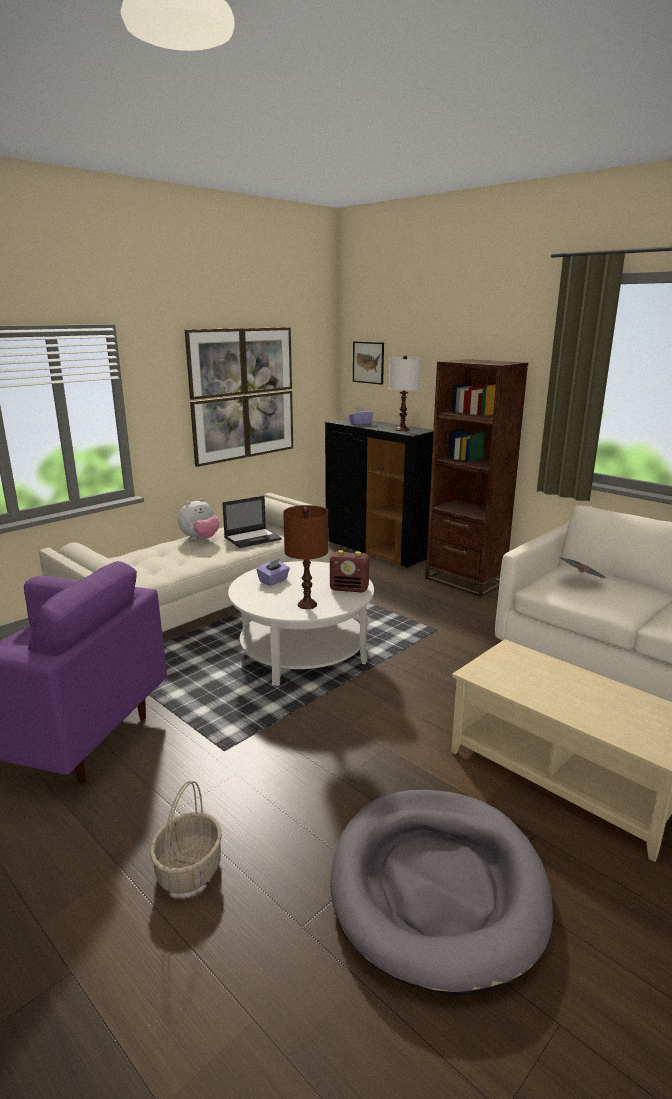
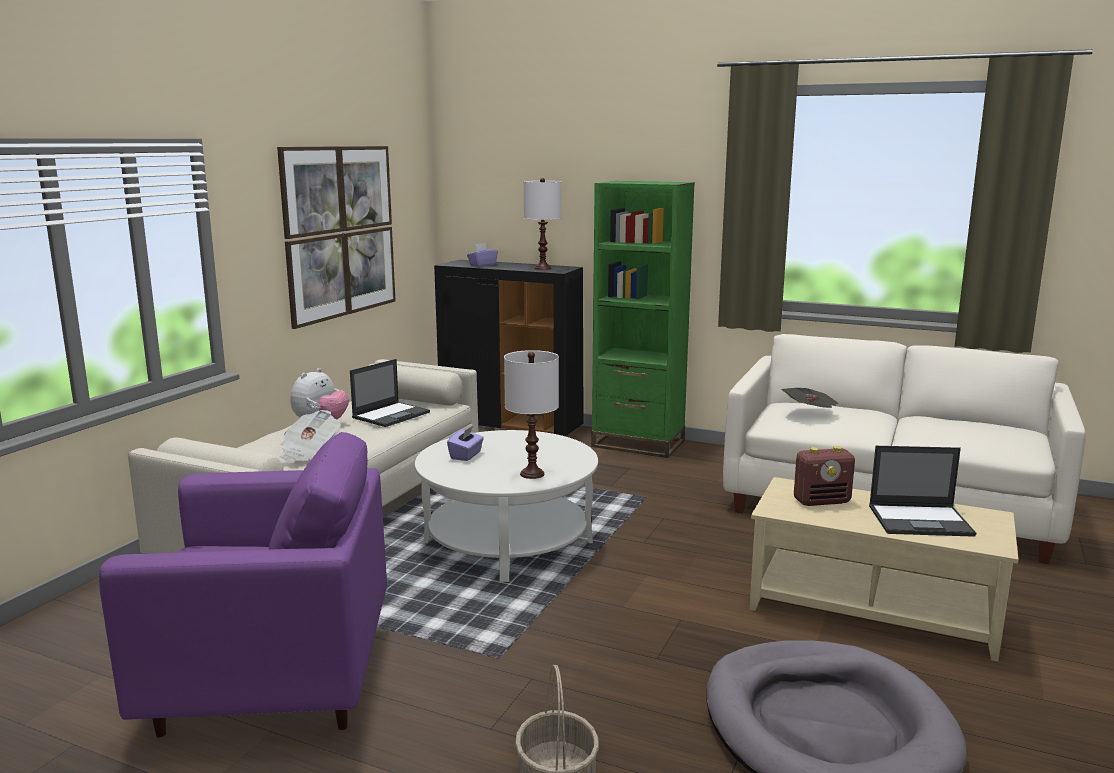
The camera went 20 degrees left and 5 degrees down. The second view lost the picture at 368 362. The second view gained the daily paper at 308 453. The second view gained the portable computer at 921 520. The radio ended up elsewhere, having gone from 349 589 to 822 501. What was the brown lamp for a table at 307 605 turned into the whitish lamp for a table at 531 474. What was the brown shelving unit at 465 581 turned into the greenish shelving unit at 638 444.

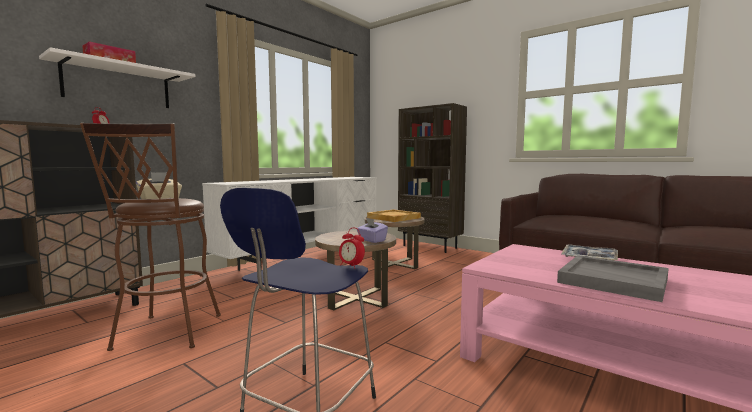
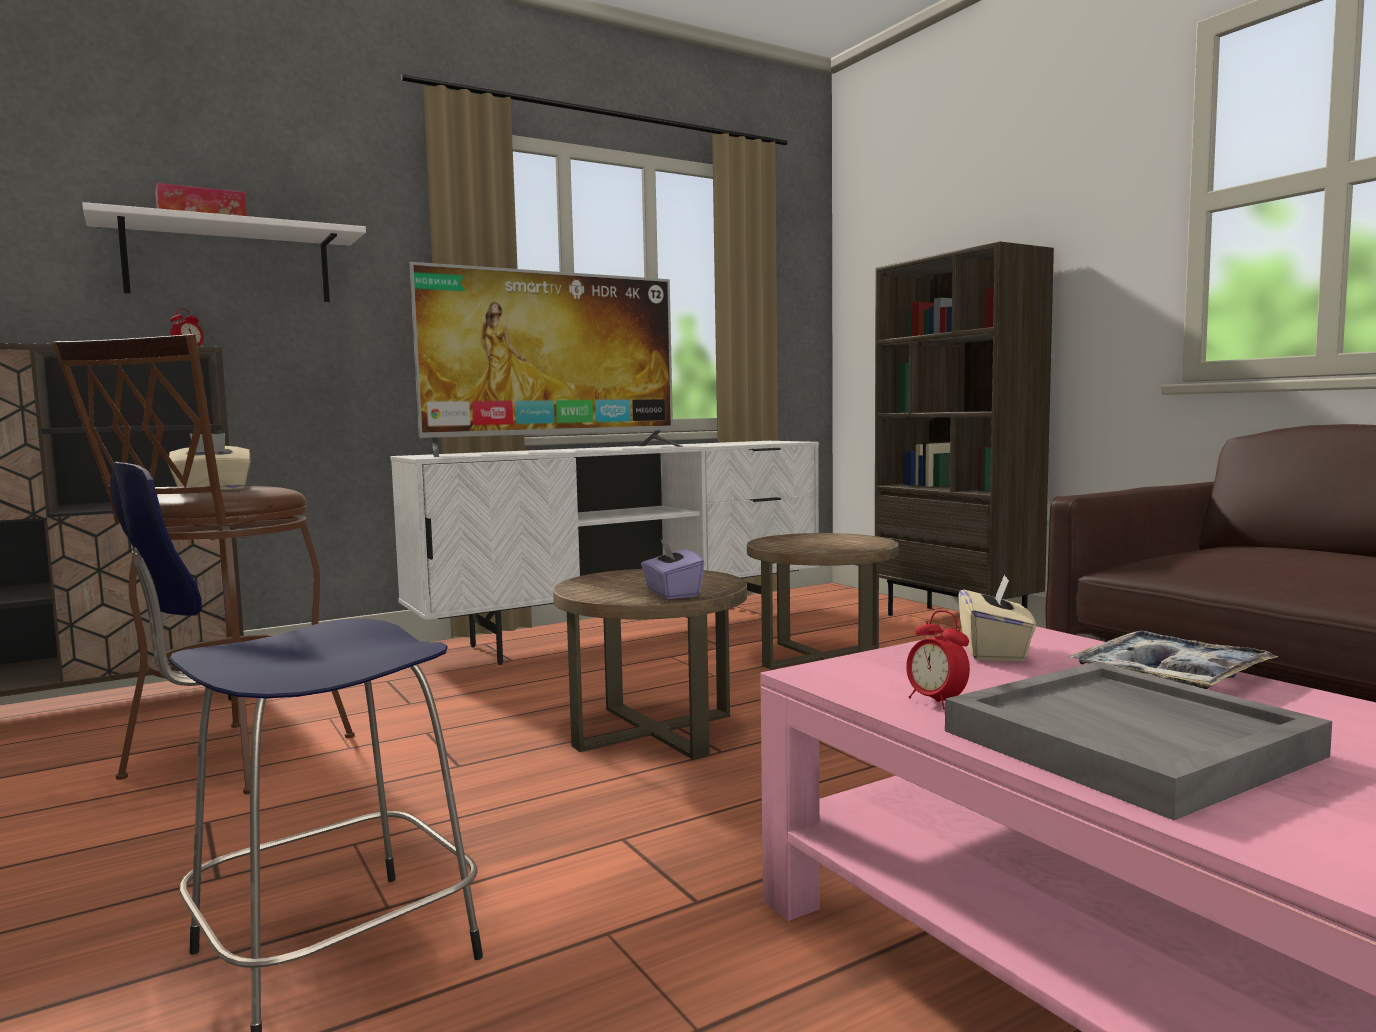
The camera went 20 degrees right and 0 degrees up. The second view lost the beige tray at 393 218. The second view gained the television at 555 450. The second view gained the beige tissue holder at 994 651. The alarm clock ended up elsewhere, having gone from 351 266 to 936 702.

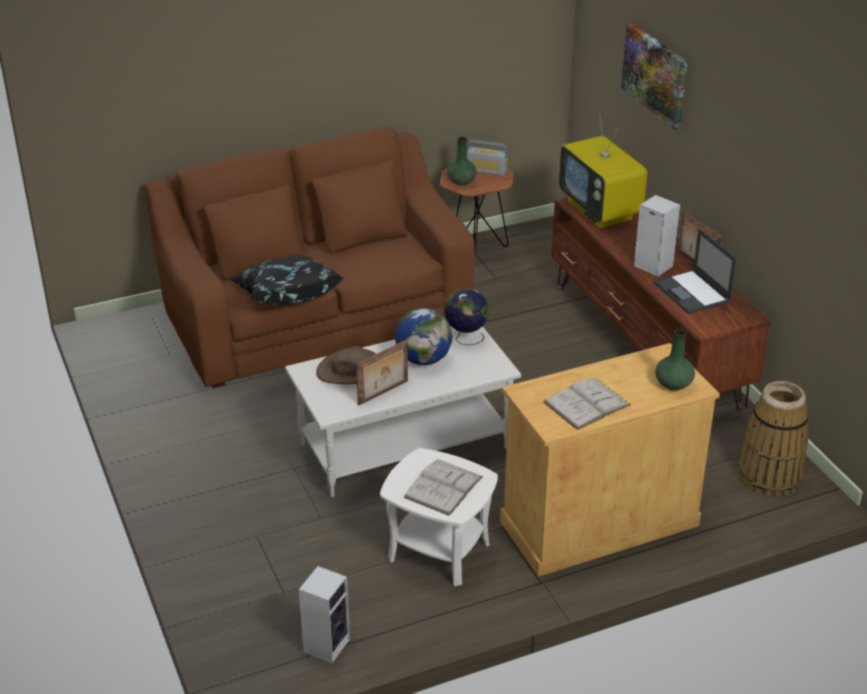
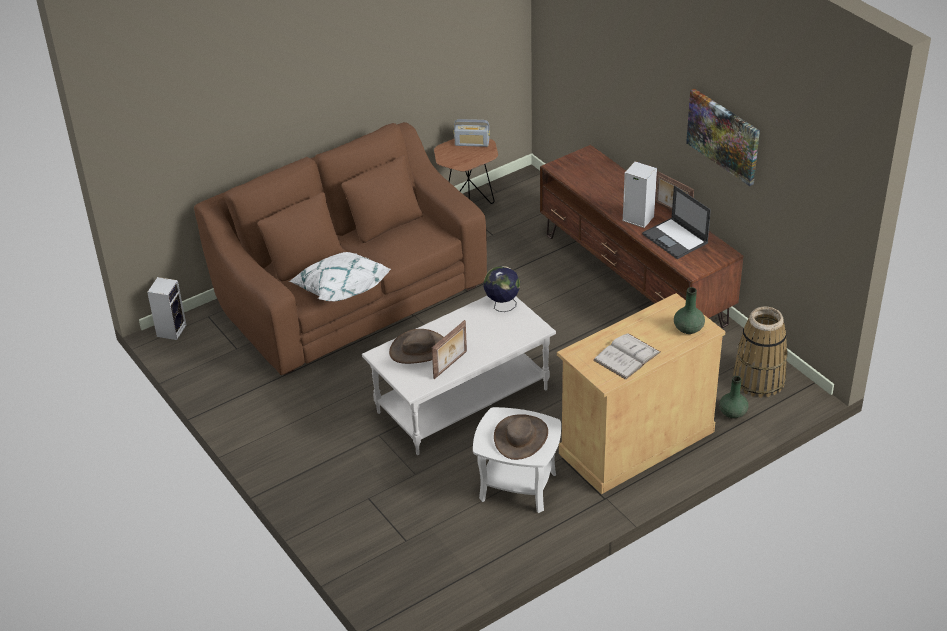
The camera went 10 degrees left and 5 degrees up. The second view lost the world globe at 423 359. The second view lost the television at 600 211. The audio speaker ended up elsewhere, having gone from 326 644 to 171 330. The greenish vase ended up elsewhere, having gone from 461 181 to 732 412. The picture ended up elsewhere, having gone from 655 74 to 724 136. Where the whitish bound book stood at 443 487, the brown wearable hat came to stand at 521 437. What was the blackish pillow at 287 296 turned into the whitish pillow at 340 289.

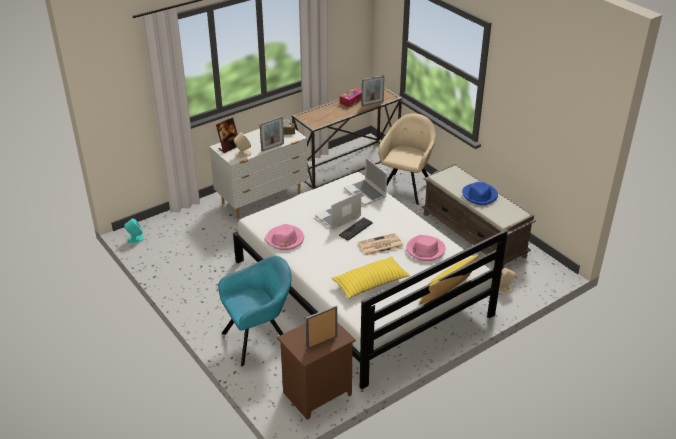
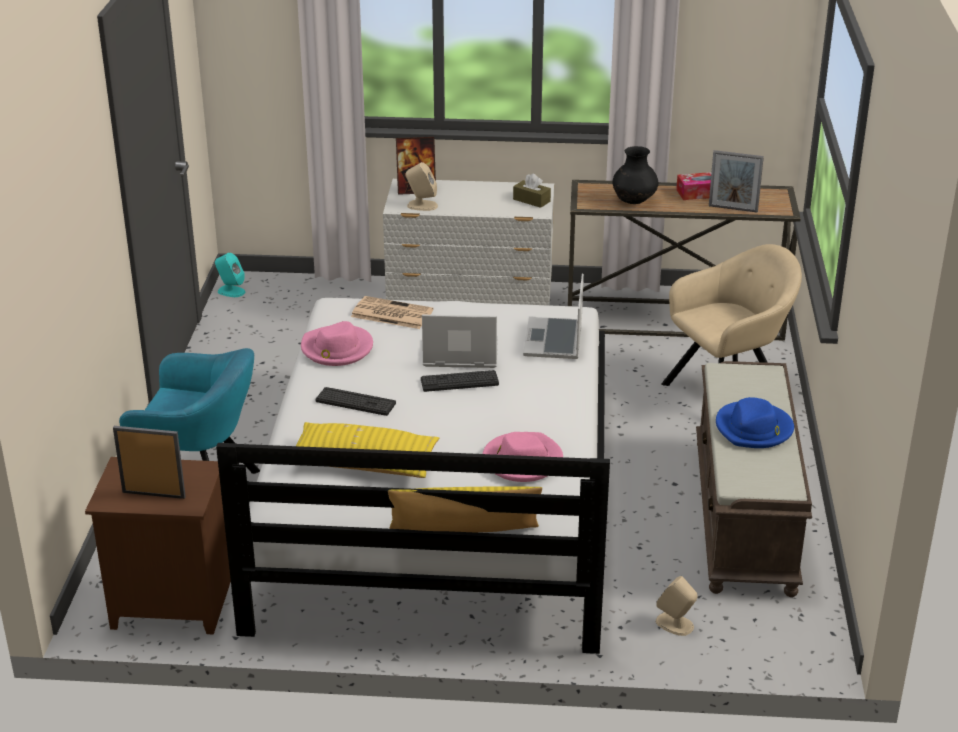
The camera went 40 degrees right and 5 degrees down. The second view lost the standing frame at 272 147. The second view gained the computer keyboard at 355 402. The second view gained the blackish vase at 634 201. The daily paper ended up elsewhere, having gone from 380 245 to 390 314.

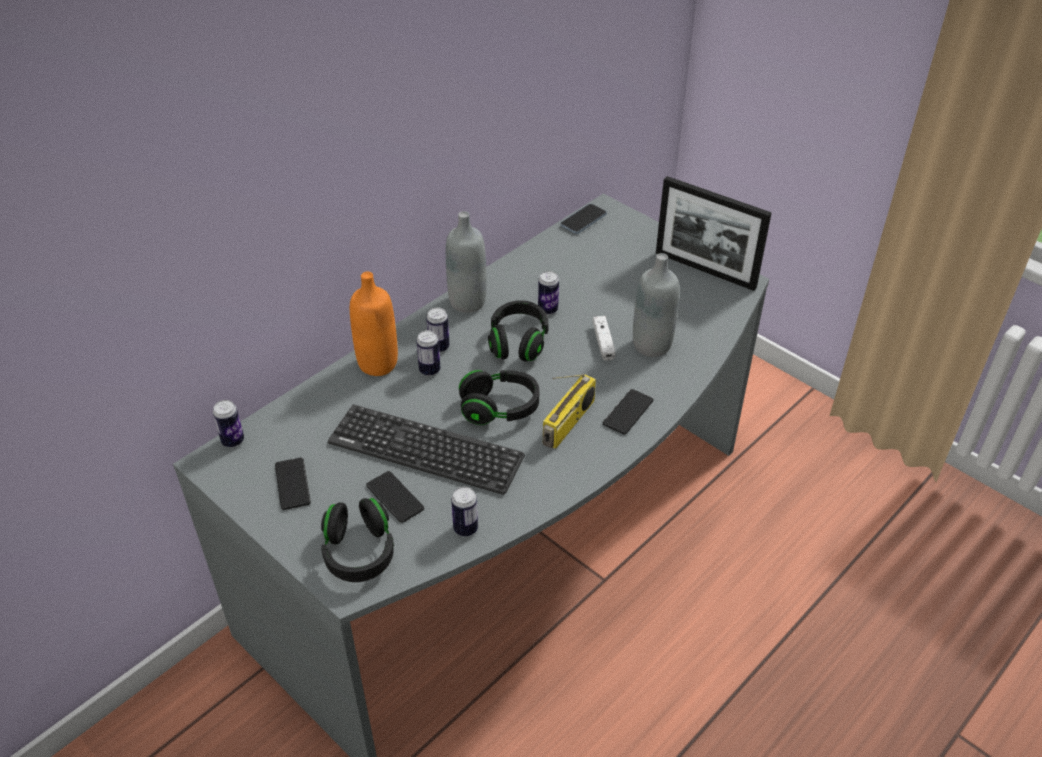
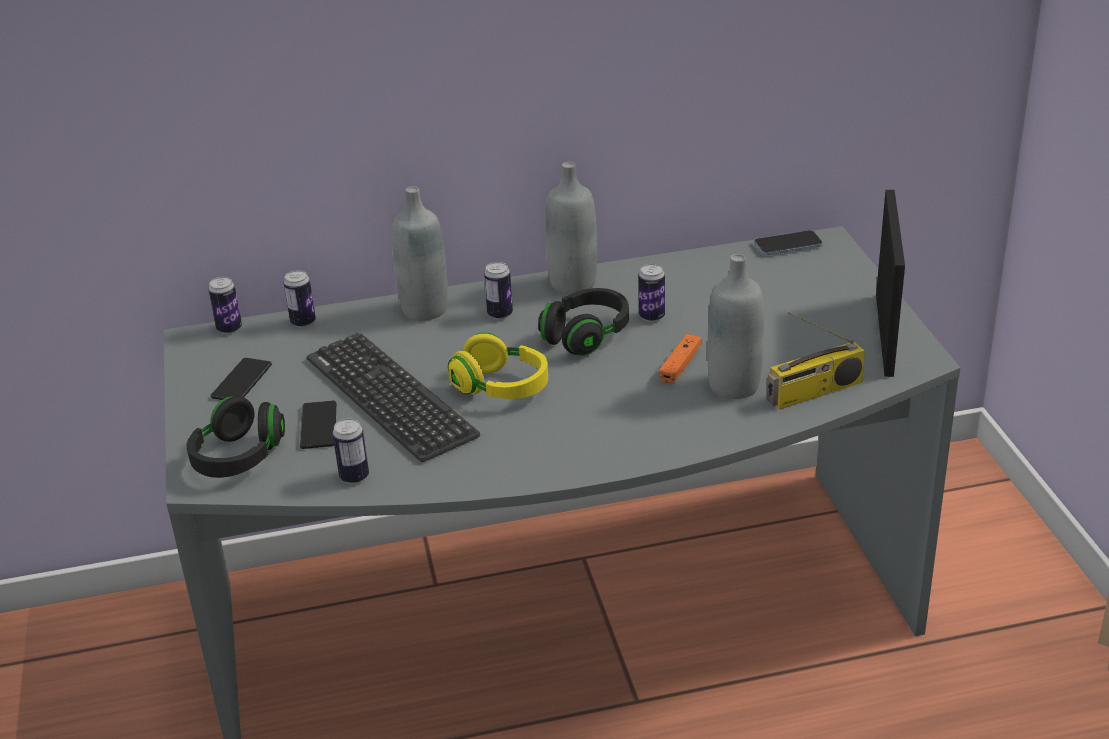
The camera went 35 degrees right and 10 degrees down. The second view lost the handset at 628 412. The can ended up elsewhere, having gone from 429 370 to 303 322. The radio ended up elsewhere, having gone from 569 423 to 814 392. What was the orange-coloured bottle at 378 364 turned into the grey bottle at 425 309. What was the blackish headset at 499 409 turned into the yellowish headset at 501 388. What was the whitish gamepad at 603 342 turned into the orange-coloured gamepad at 680 365. The standing frame at 705 270 ended up facing another way, 150 degrees counterclockwise from before.

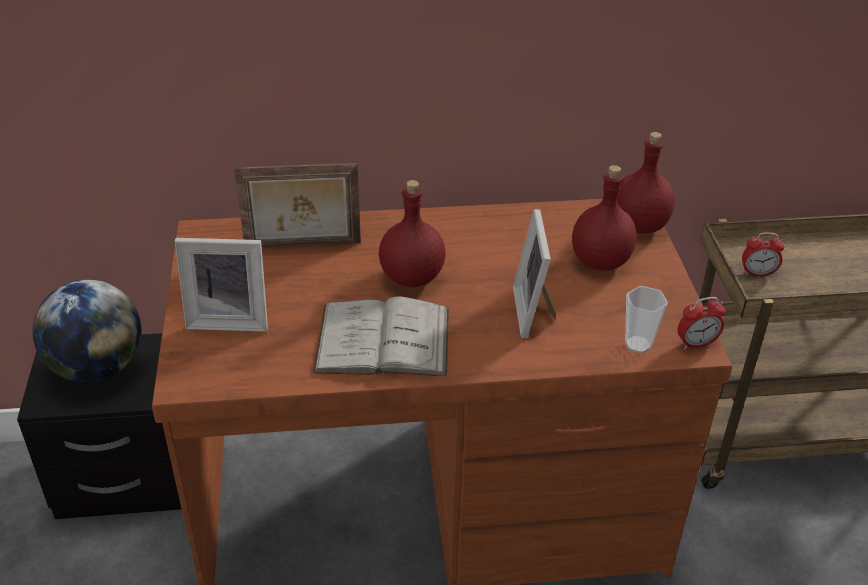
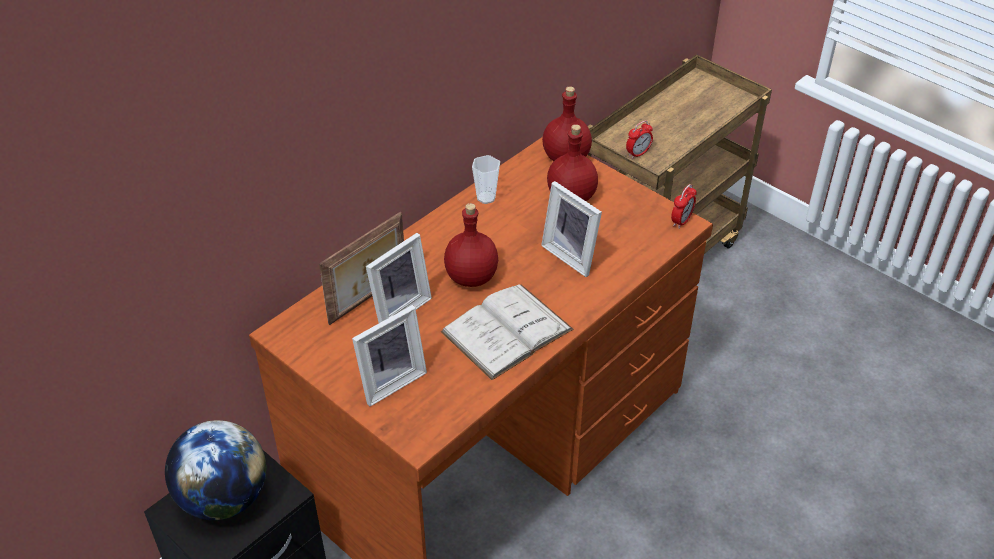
The camera went 40 degrees left and 5 degrees up. The second view gained the standing frame at 398 308. The small cup ended up elsewhere, having gone from 638 345 to 486 198.

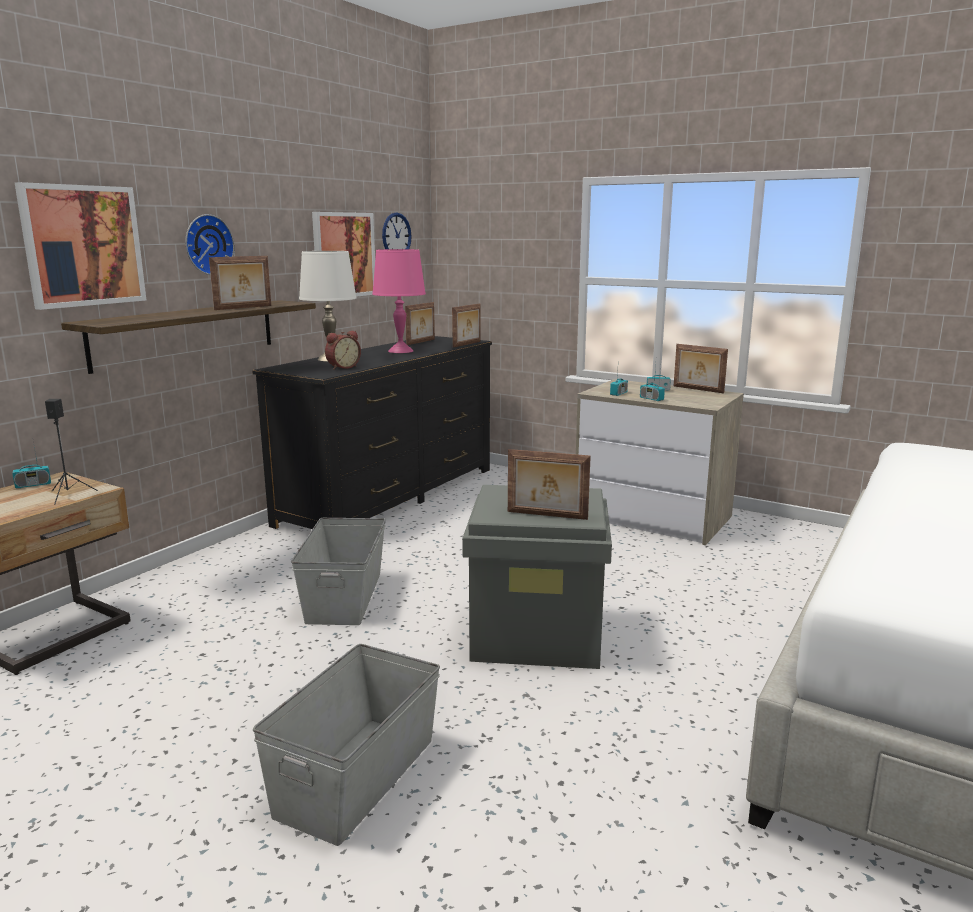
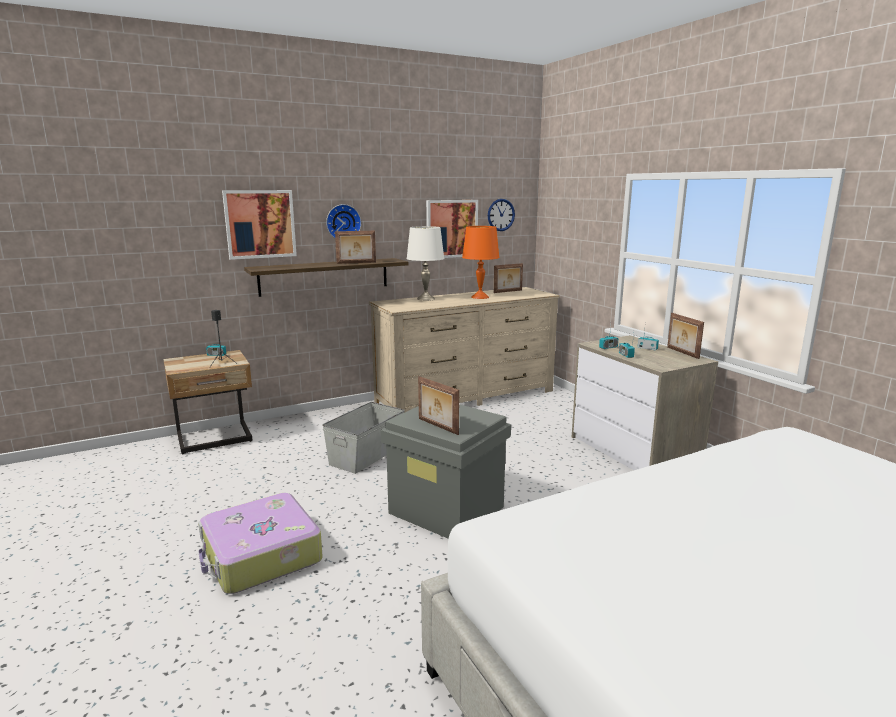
The camera went 30 degrees right and 0 degrees up. The second view lost the alarm clock at 342 367. The second view lost the standing frame at 467 344. Where the grey storage box stood at 358 776, the suitcase came to stand at 260 556. What was the blackish dresser at 391 495 turned into the beige dresser at 466 396. What was the pink lamp for a table at 401 351 turned into the orange-coloured lamp for a table at 480 297.

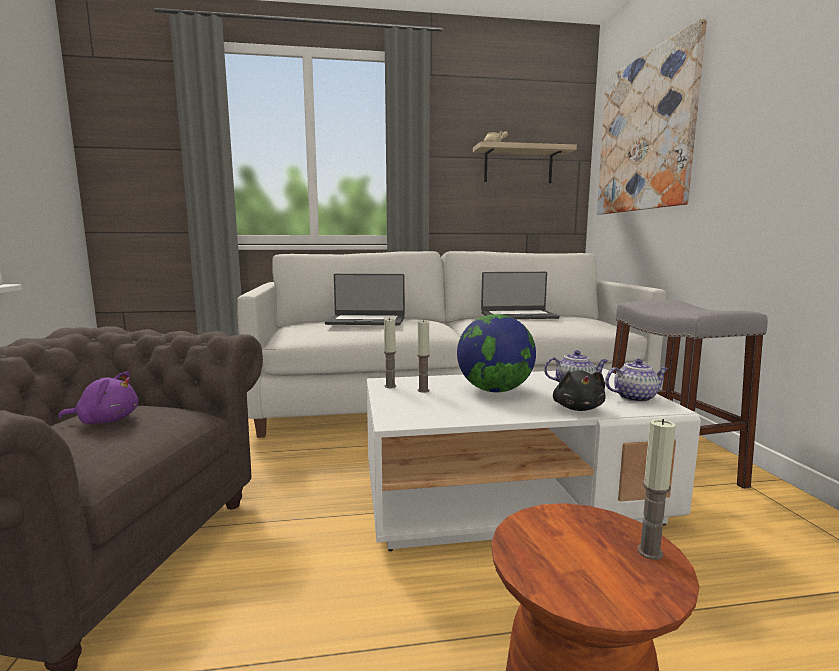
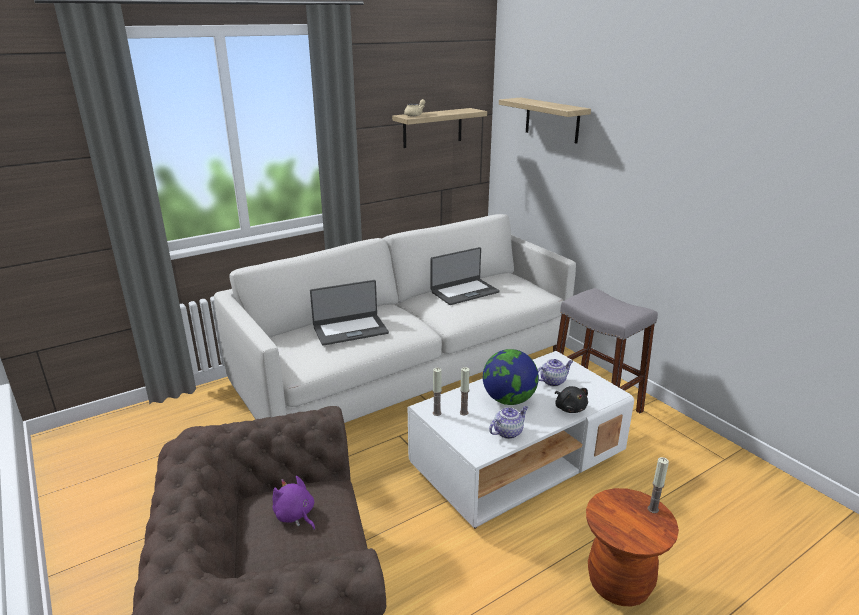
The camera went 25 degrees left and 15 degrees up. The pot for tea ended up elsewhere, having gone from 635 397 to 508 432. Where the picture hung at 645 134, the shelf came to hang at 552 120. The purple soft toy at 106 420 ended up facing another way, 105 degrees counterclockwise from before.

